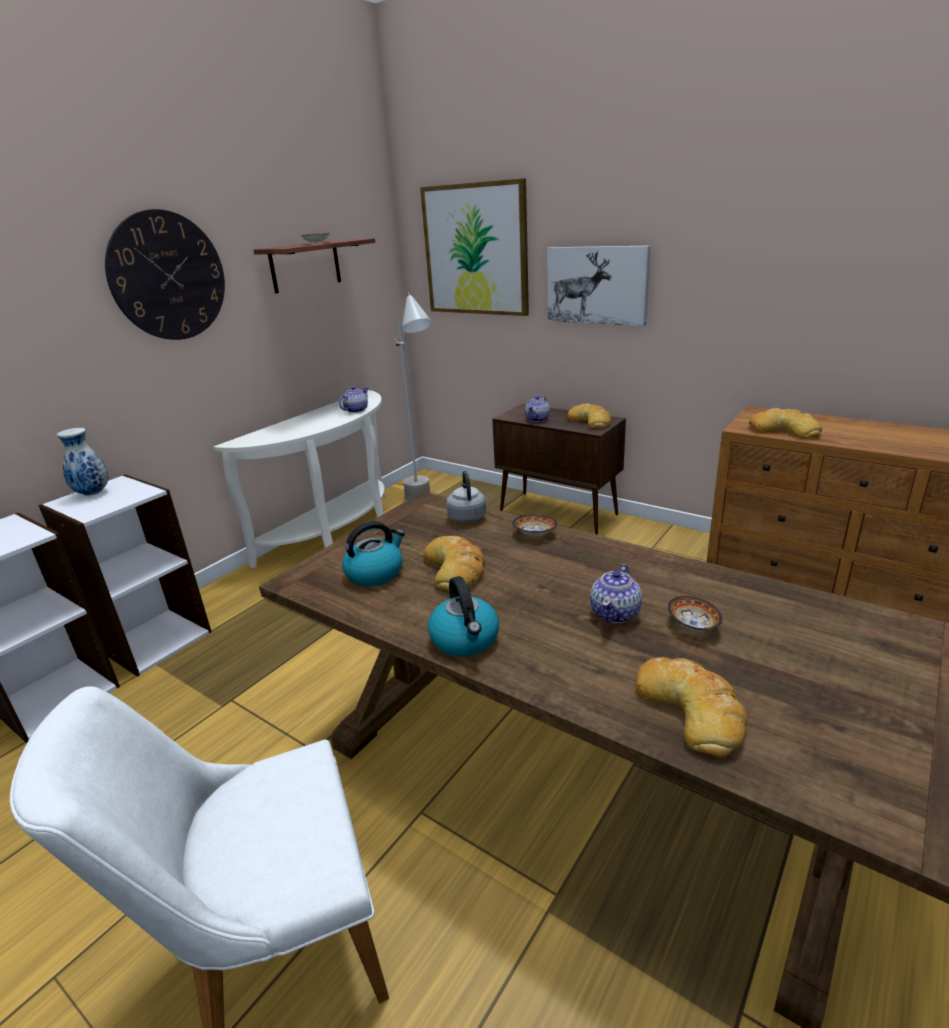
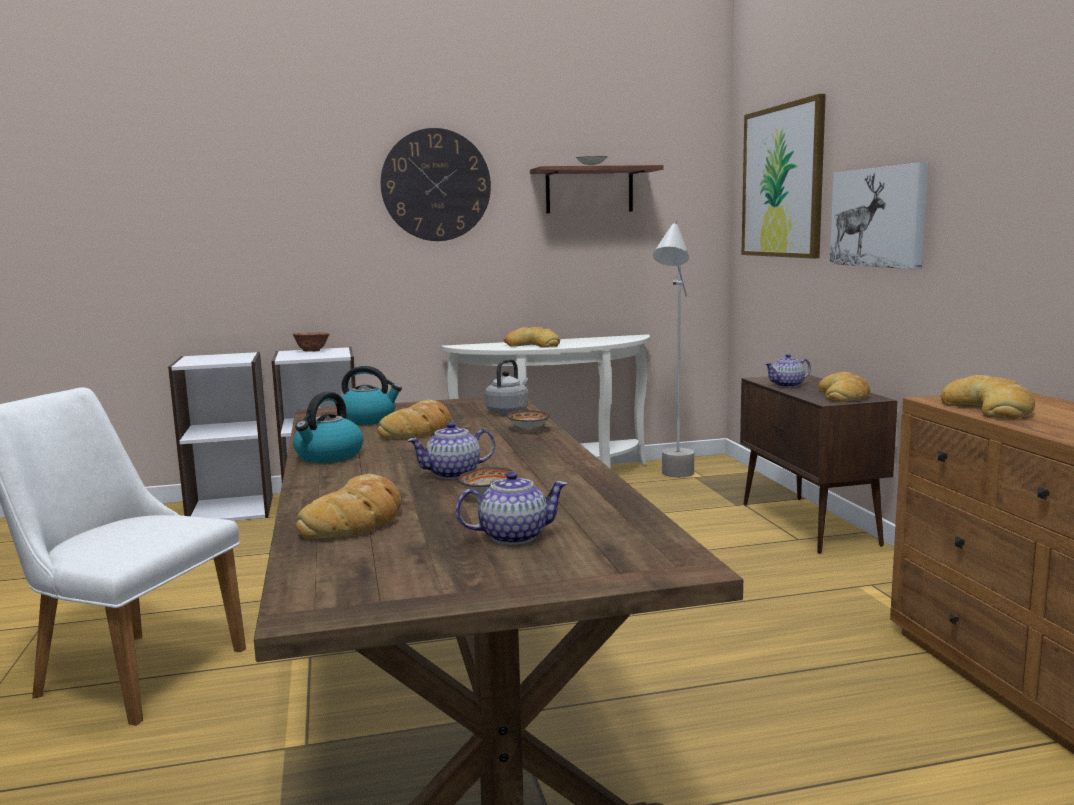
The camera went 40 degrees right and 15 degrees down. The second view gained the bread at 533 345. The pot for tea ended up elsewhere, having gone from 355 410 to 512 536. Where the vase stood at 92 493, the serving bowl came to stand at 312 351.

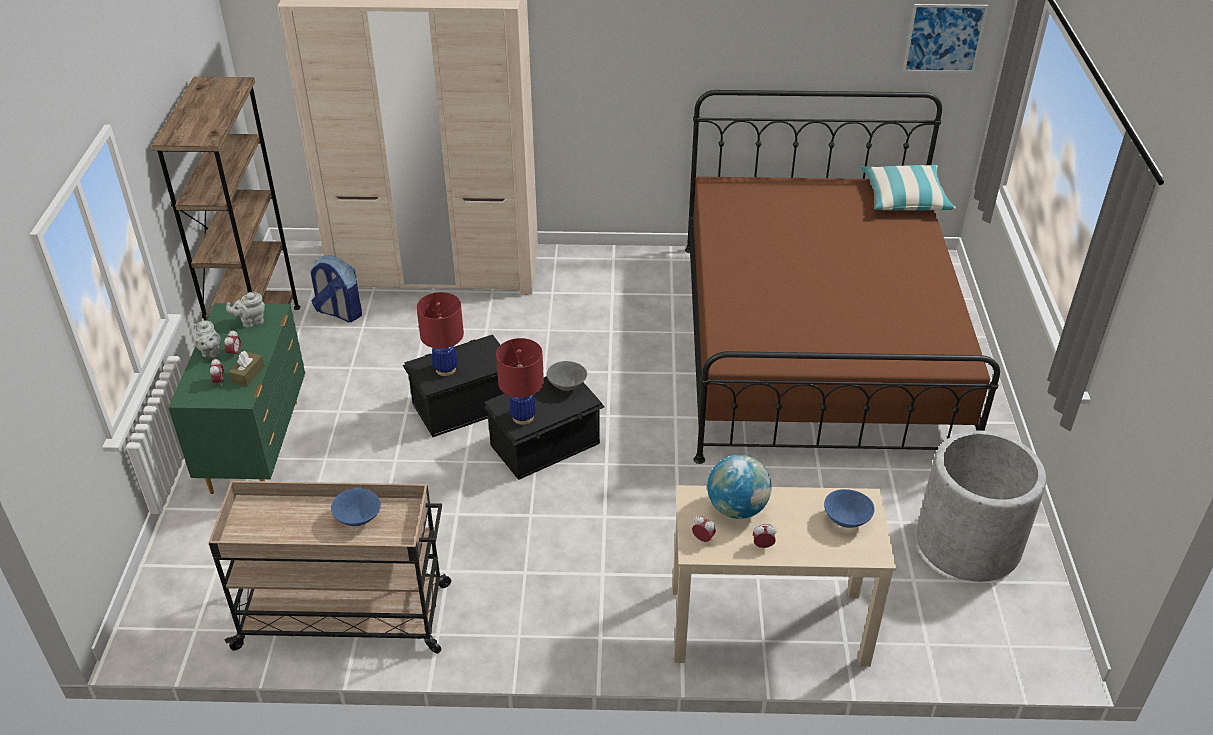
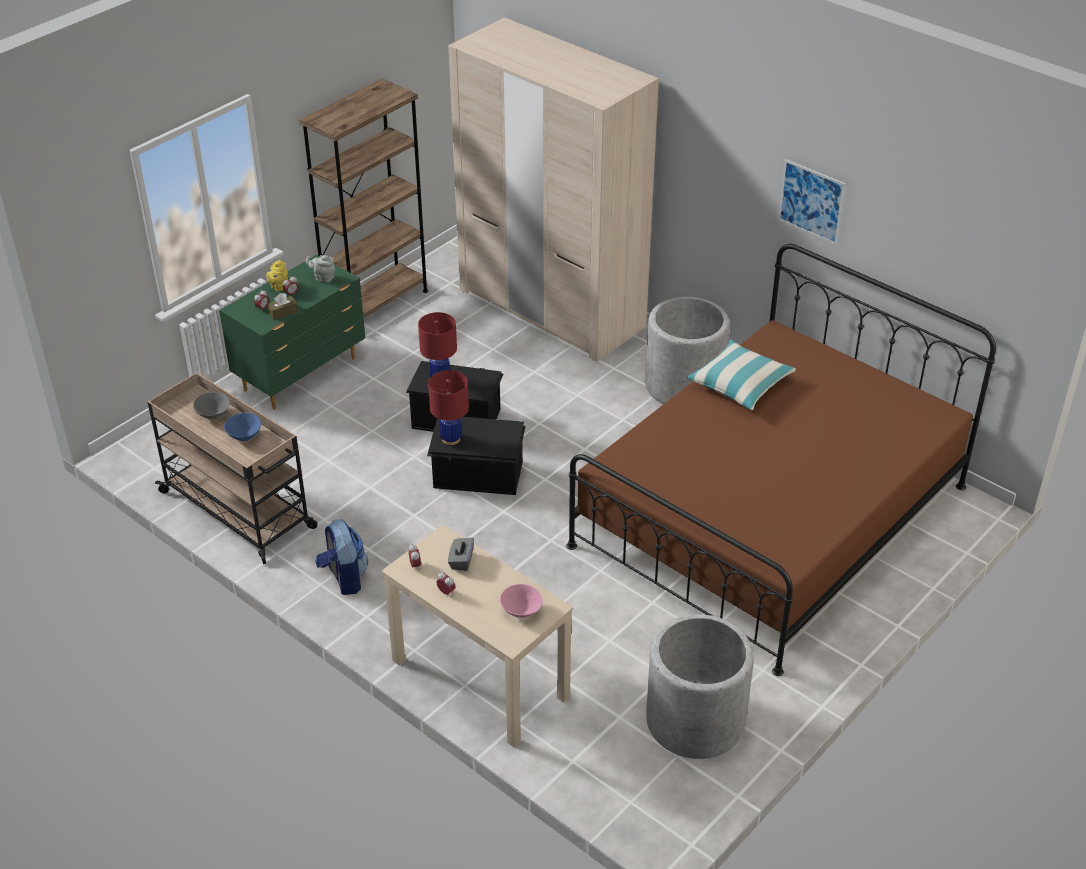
The camera went 40 degrees right and 0 degrees up. The second view gained the grey planter at 684 385. The rucksack ended up elsewhere, having gone from 339 313 to 344 578. The grey serving bowl ended up elsewhere, having gone from 567 386 to 213 415. The pillow ended up elsewhere, having gone from 905 198 to 740 384. The picture ended up elsewhere, having gone from 944 38 to 811 201. Where the world globe stood at 737 508, the grey tissue holder came to stand at 461 561. What was the grey pot for tea at 210 352 turned into the yellowish pot for tea at 278 287. What was the bluish serving bowl at 847 520 turned into the pink serving bowl at 521 611.

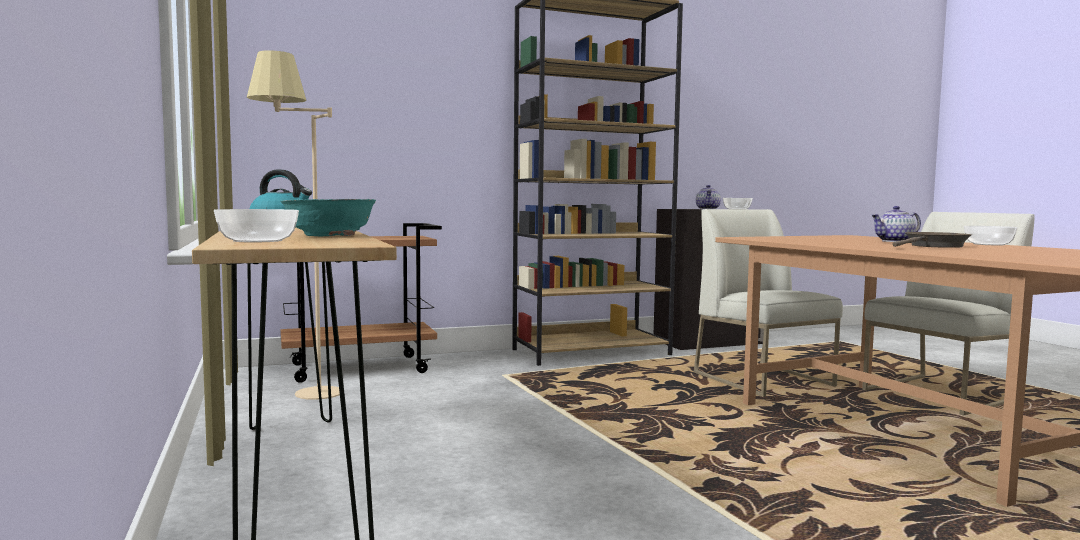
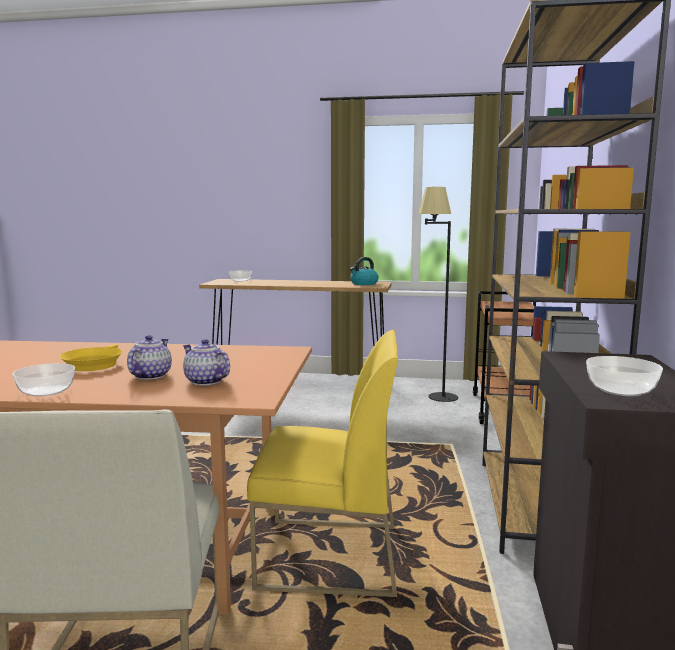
The camera went 120 degrees right and 5 degrees up. The second view lost the blue-green serving bowl at 330 236. The pot for tea ended up elsewhere, having gone from 708 209 to 205 381. What was the beige floor lamp at 302 398 turned into the blackish floor lamp at 434 393. What was the whitish upright chair at 764 380 turned into the yellowish upright chair at 328 557. What was the brown skillet at 934 246 turned into the yellowish skillet at 94 364.

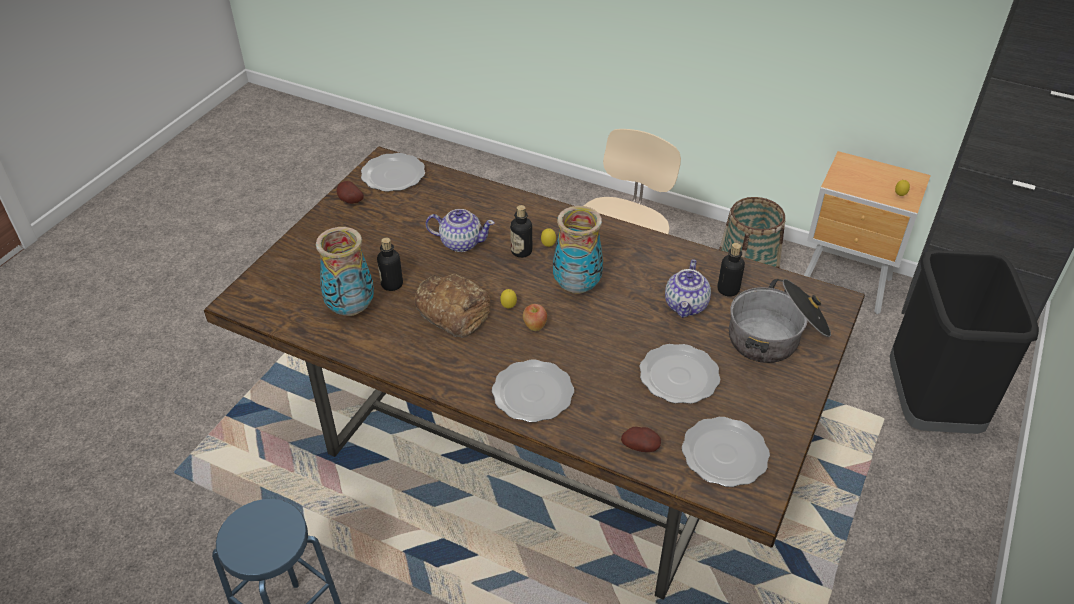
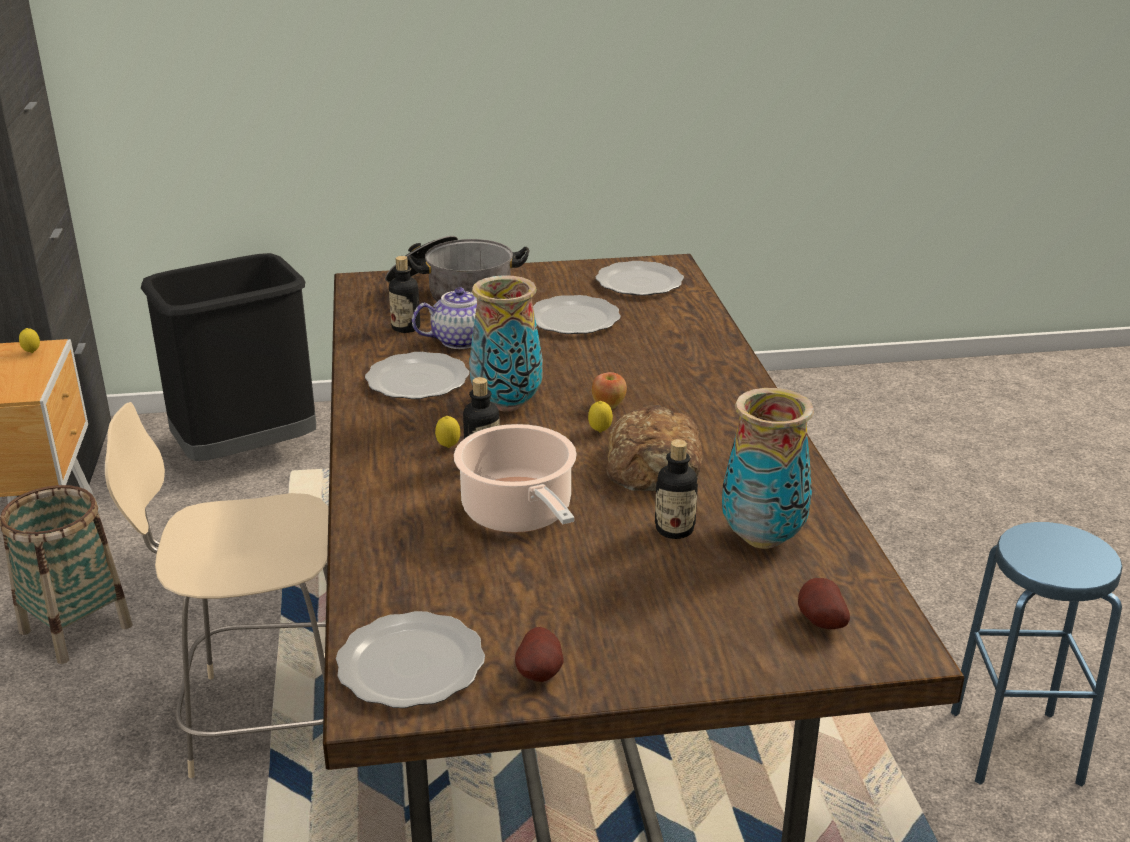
The camera went 125 degrees left and 15 degrees down. The plate ended up elsewhere, having gone from 534 393 to 416 380. The potato ended up elsewhere, having gone from 641 447 to 819 622. Where the pot for tea stood at 460 242, the stockpot came to stand at 519 514.

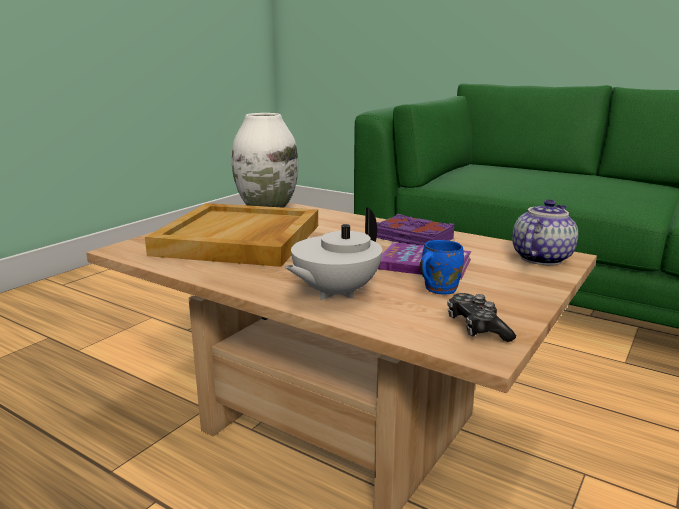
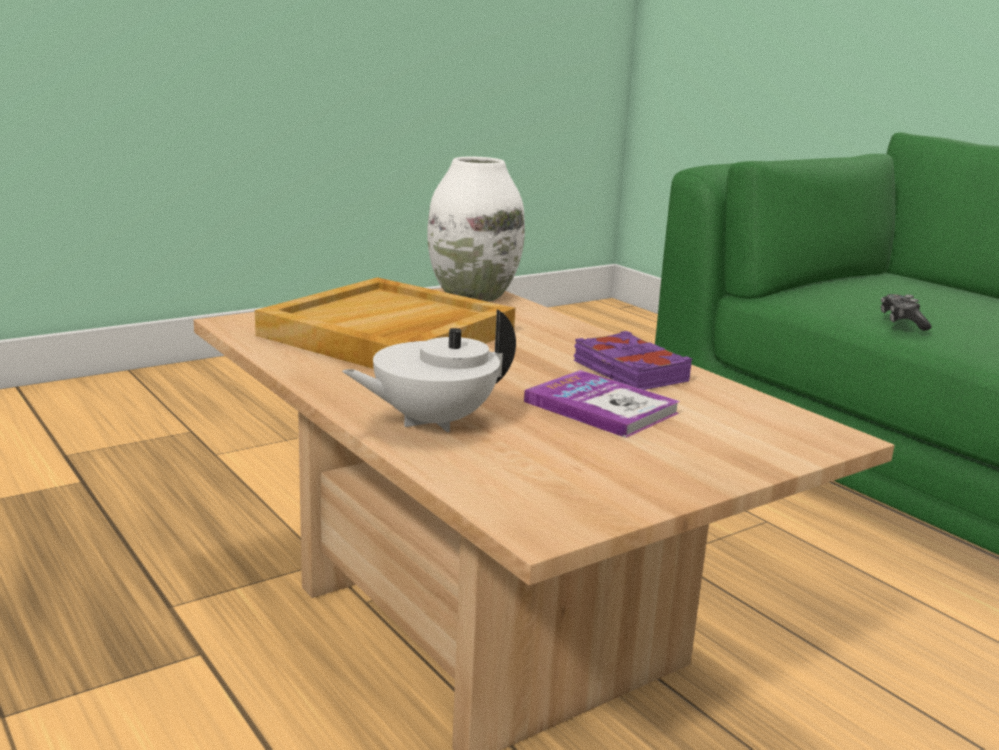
The camera went 20 degrees right and 0 degrees up. The second view lost the bluish coffee mug at 437 289. The second view lost the pot for tea at 540 258. The gamepad ended up elsewhere, having gone from 477 328 to 902 322.

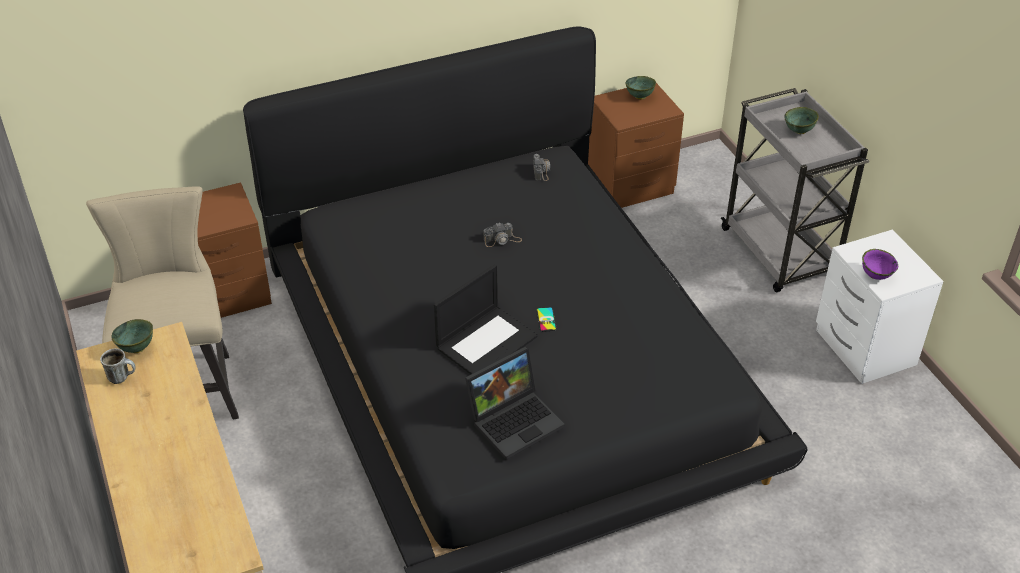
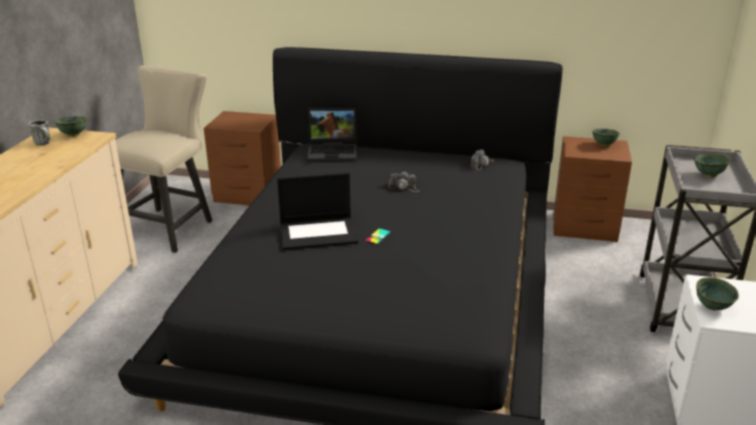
The camera went 35 degrees right and 15 degrees down. The portable computer ended up elsewhere, having gone from 515 420 to 334 152. What was the purple serving bowl at 876 275 turned into the greenish serving bowl at 712 307.

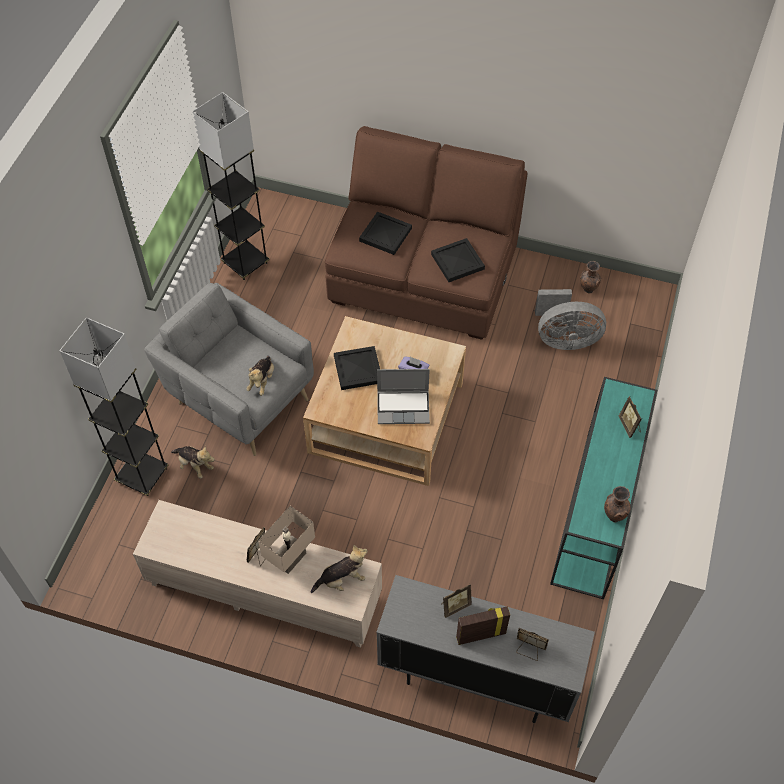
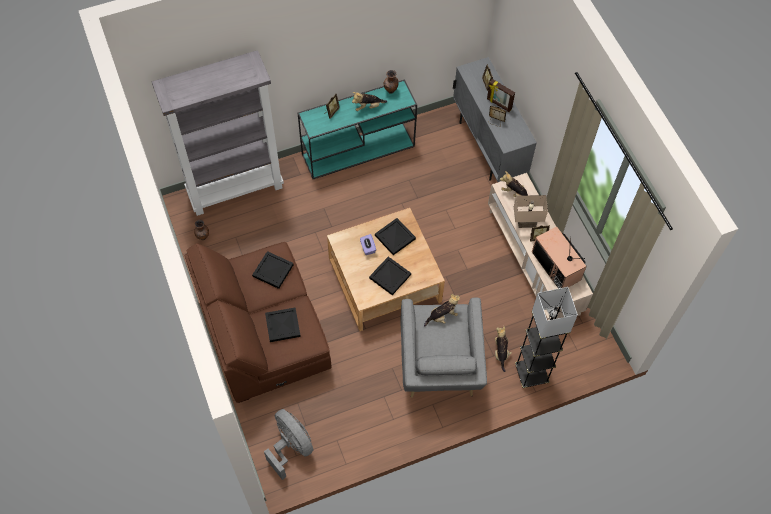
The camera went 130 degrees left and 5 degrees up. The second view lost the grey floor lamp at 245 263. The second view gained the grey shelving unit at 236 189. The second view gained the soft toy at 368 107. The second view gained the television at 557 266. The grey electric fan ended up elsewhere, having gone from 564 339 to 291 447. Where the portable computer stood at 404 407, the blackish tray came to stand at 394 237.

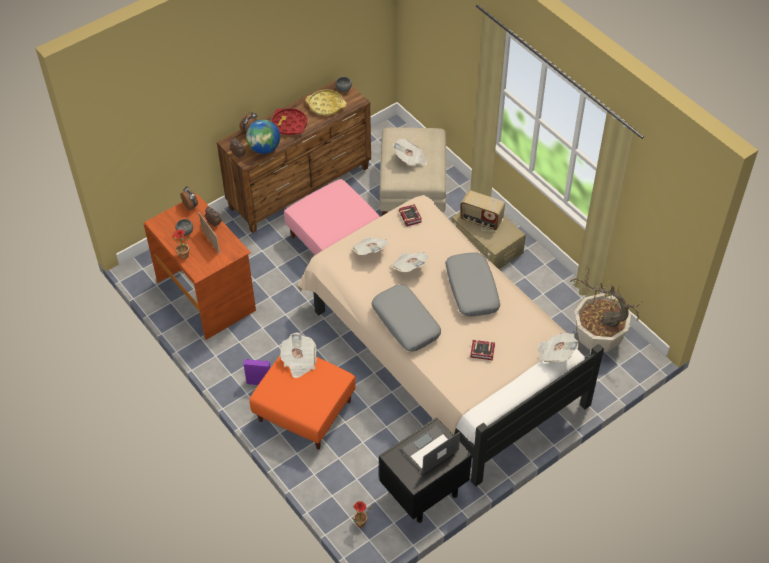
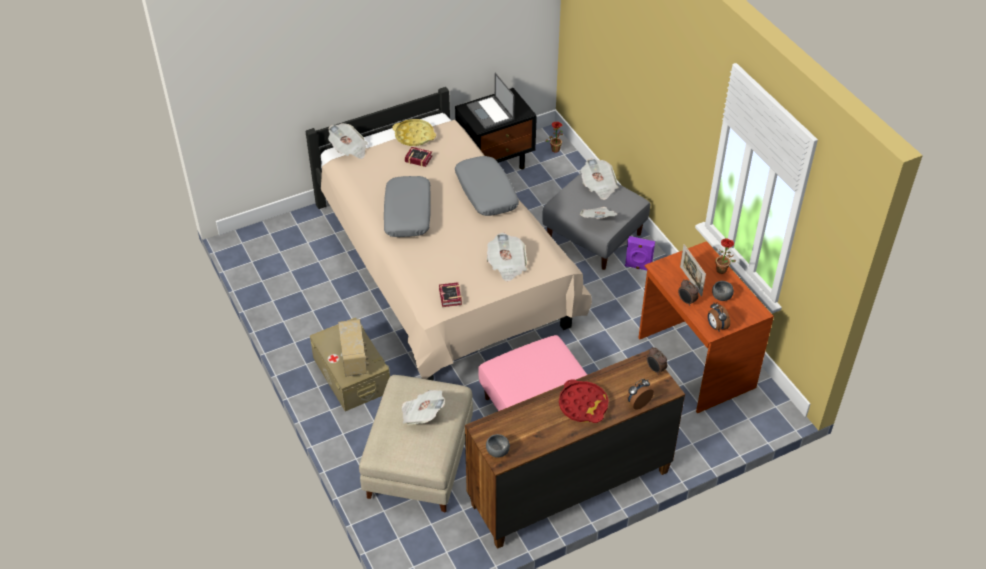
The camera went 170 degrees left and 5 degrees down. The second view lost the world globe at 264 148. The second view lost the potted plant at 597 338. The yellowish tray ended up elsewhere, having gone from 326 105 to 414 136. The daily paper ended up elsewhere, having gone from 409 267 to 599 186. What was the orange-coloured ottoman at 304 411 turned into the grey ottoman at 594 236. The portable computer at 429 450 ended up facing another way, 90 degrees clockwise from before. The radio at 481 220 ended up facing another way, 45 degrees clockwise from before.

